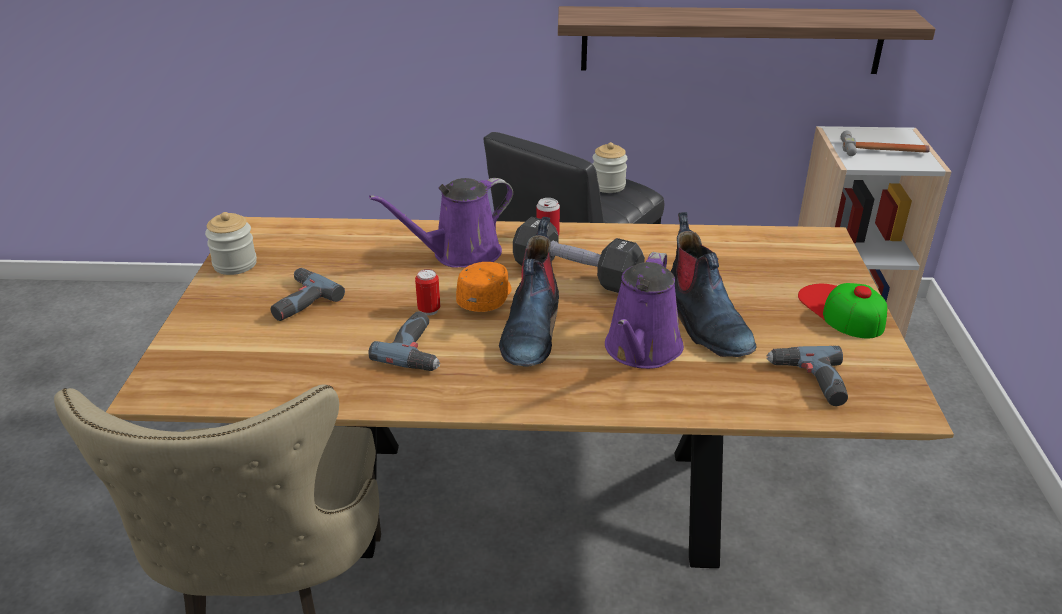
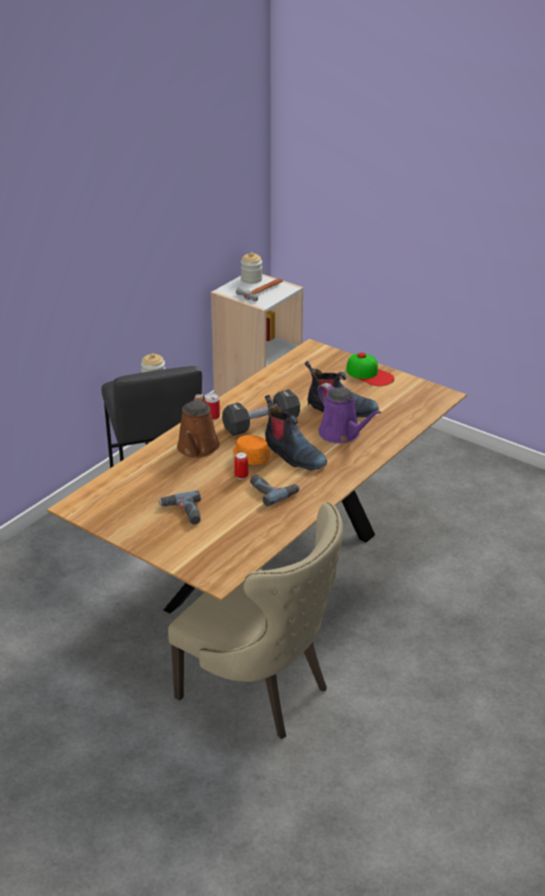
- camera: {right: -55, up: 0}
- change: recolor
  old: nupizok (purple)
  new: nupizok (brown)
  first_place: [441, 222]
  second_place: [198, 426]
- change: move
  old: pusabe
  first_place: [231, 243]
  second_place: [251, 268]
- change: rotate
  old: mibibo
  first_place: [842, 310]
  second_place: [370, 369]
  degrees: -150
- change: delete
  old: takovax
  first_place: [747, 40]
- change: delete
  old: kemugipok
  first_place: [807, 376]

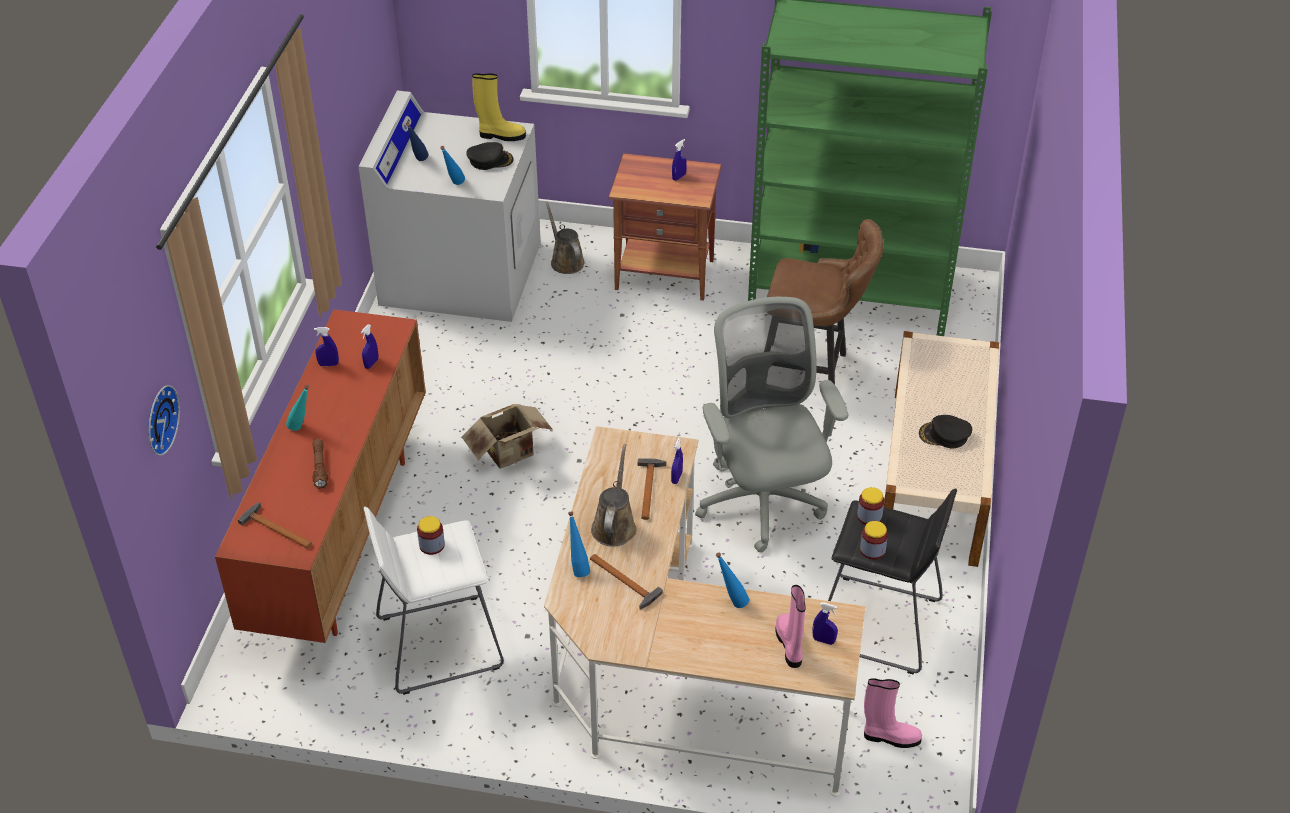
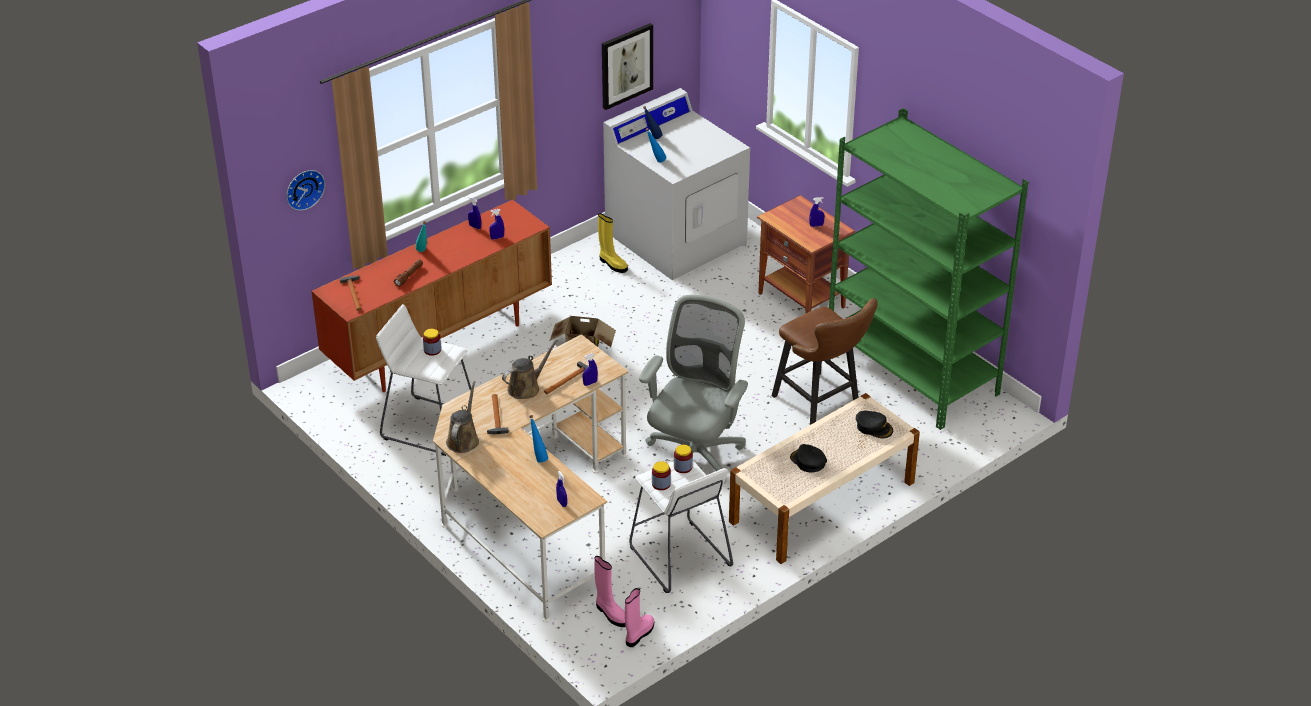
- camera: {right: 40, up: -5}
- change: move
  old: nupizok (brown)
  first_place: [565, 238]
  second_place: [462, 417]
- change: move
  old: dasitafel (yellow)
  first_place: [499, 107]
  second_place: [613, 243]
- change: insert
  new: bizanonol
  second_place: [627, 66]
- change: move
  old: dasitafel (pink)
  first_place: [790, 626]
  second_place: [639, 617]
- change: recolor
  old: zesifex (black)
  new: zesifex (white)
  first_place: [892, 581]
  second_place: [681, 526]
- change: move
  old: mibibo (black)
  first_place: [490, 156]
  second_place: [874, 424]
- change: delete
  old: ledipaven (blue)
  first_place: [579, 544]

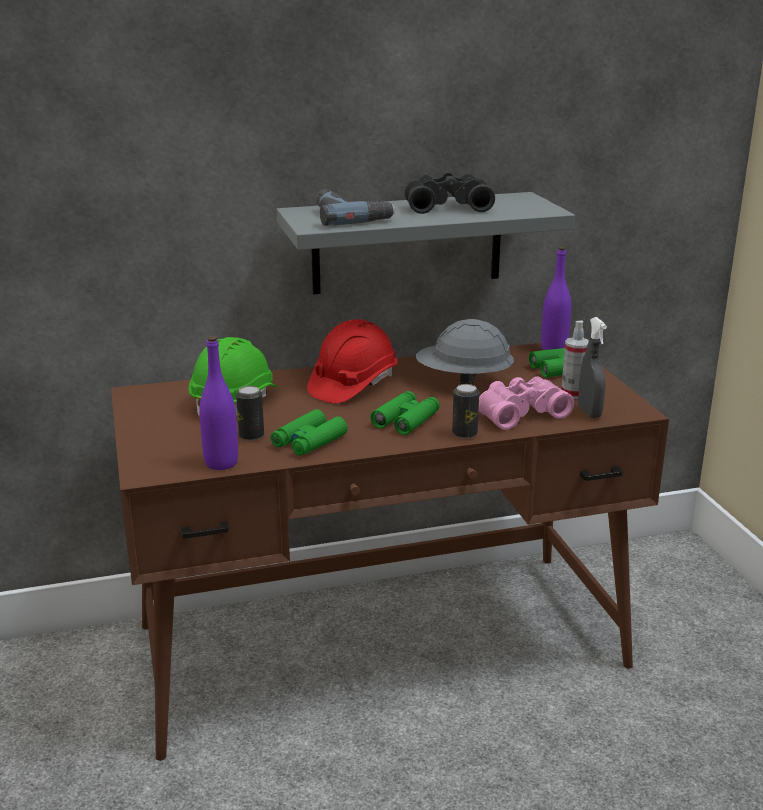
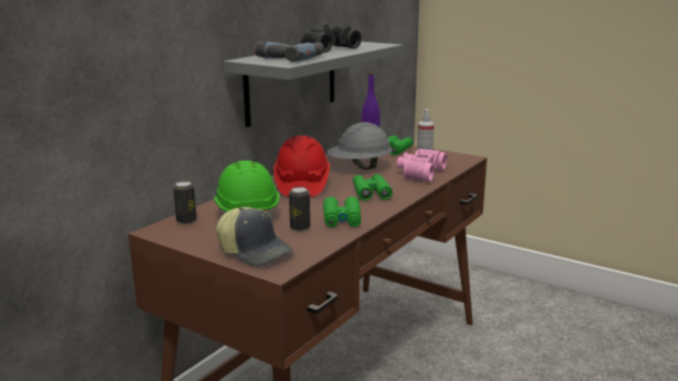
- camera: {right: -40, up: -5}
- change: move
  old: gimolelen
  first_place: [465, 411]
  second_place: [185, 202]
- change: insert
  new: mibibo
  second_place: [254, 237]
- change: delete
  old: ledipaven (purple)
  first_place: [218, 403]
- change: delete
  old: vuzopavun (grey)
  first_place: [592, 367]

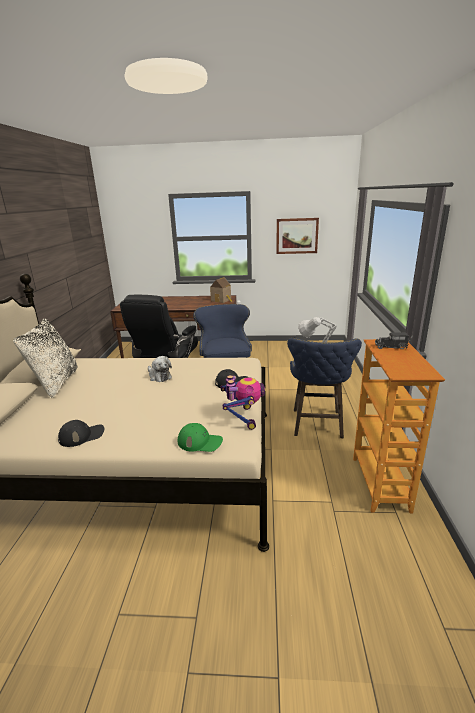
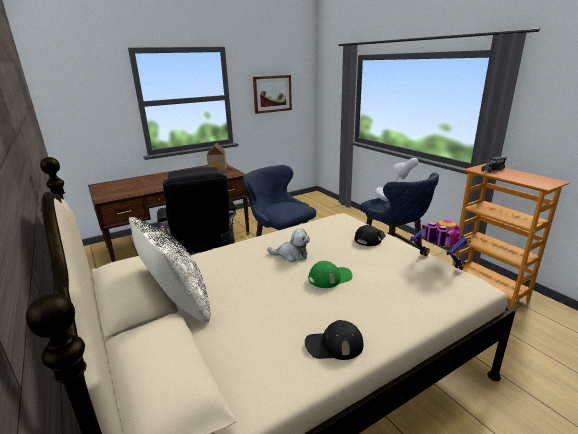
- camera: {right: -35, up: 0}
- change: rotate
  old: mibibo (black)
  first_place: [81, 433]
  second_place: [334, 340]
  degrees: -120
- change: move
  old: mibibo (green)
  first_place: [200, 437]
  second_place: [330, 274]

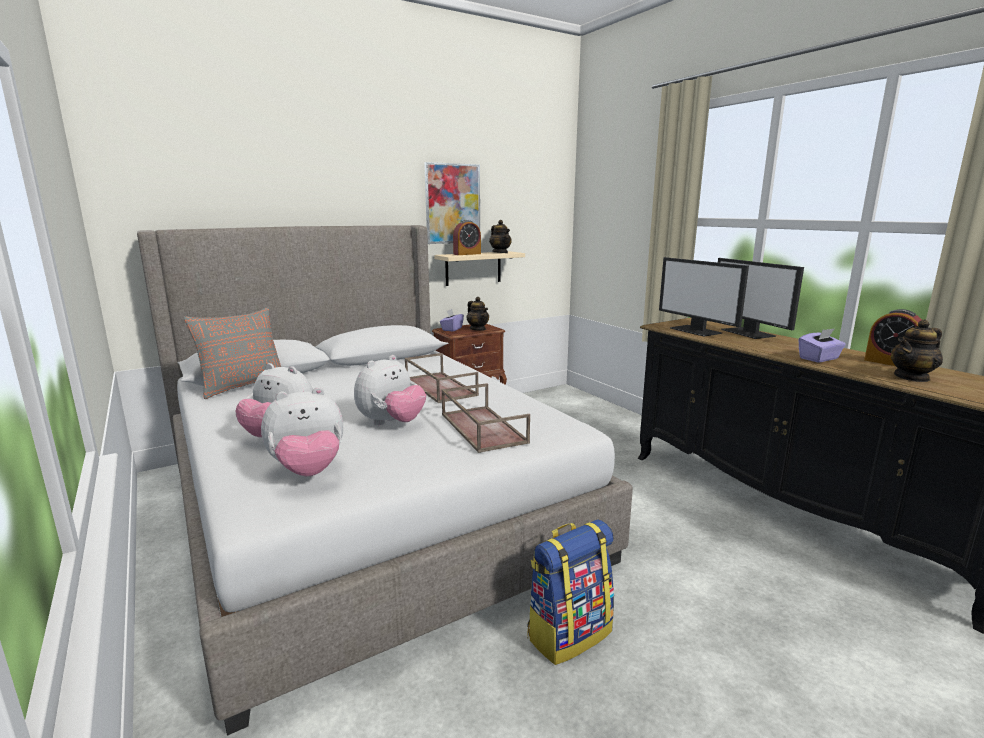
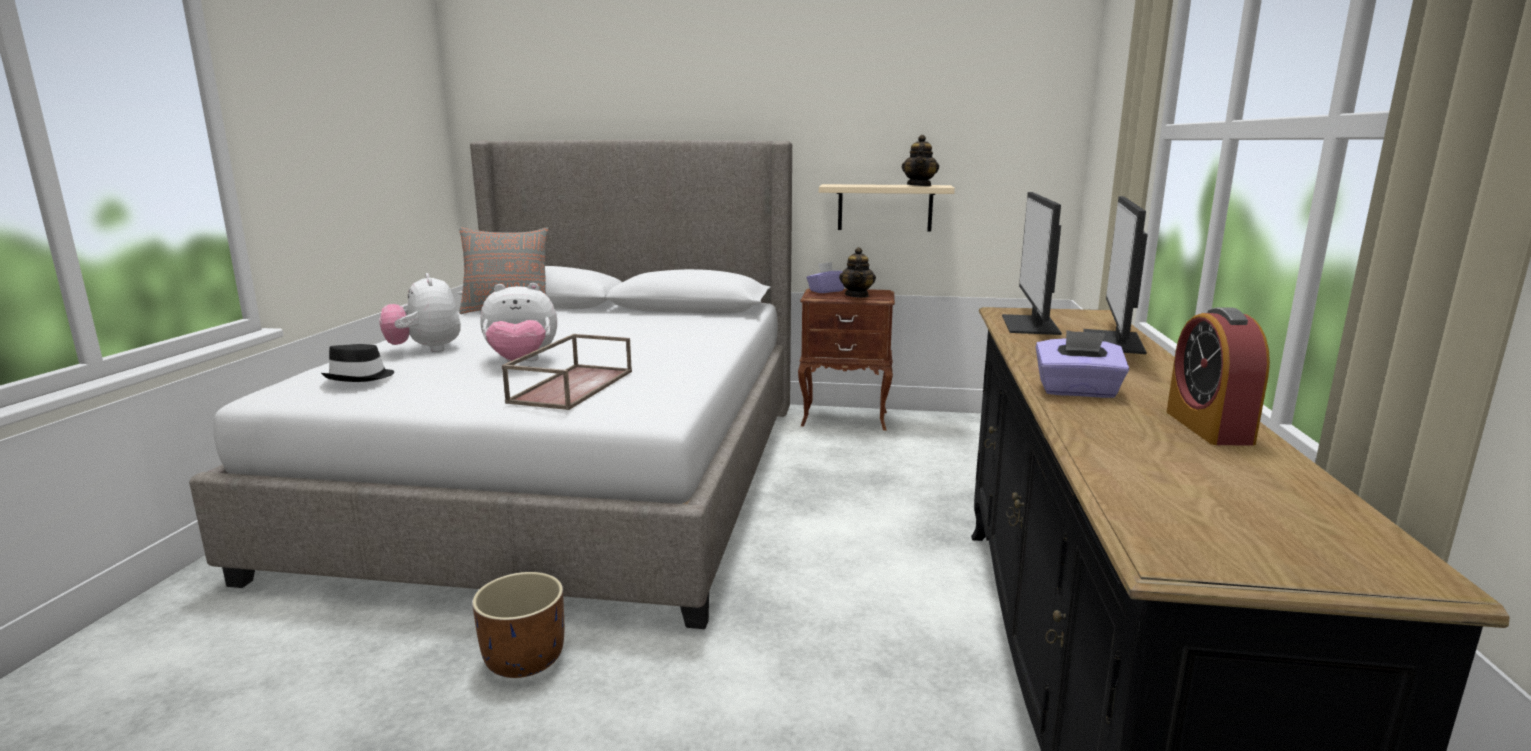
- camera: {right: 40, up: 0}
- change: replace
  old: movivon
  new: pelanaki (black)
  first_place: [302, 431]
  second_place: [357, 363]
- change: replace
  old: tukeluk
  new: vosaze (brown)
  first_place: [570, 592]
  second_place: [518, 625]
- change: delete
  old: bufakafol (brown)
  first_place: [442, 378]
- change: delete
  old: bizanonol
  first_place: [452, 203]
- change: delete
  old: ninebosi
  first_place: [467, 237]
- change: delete
  old: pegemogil
  first_place: [917, 350]

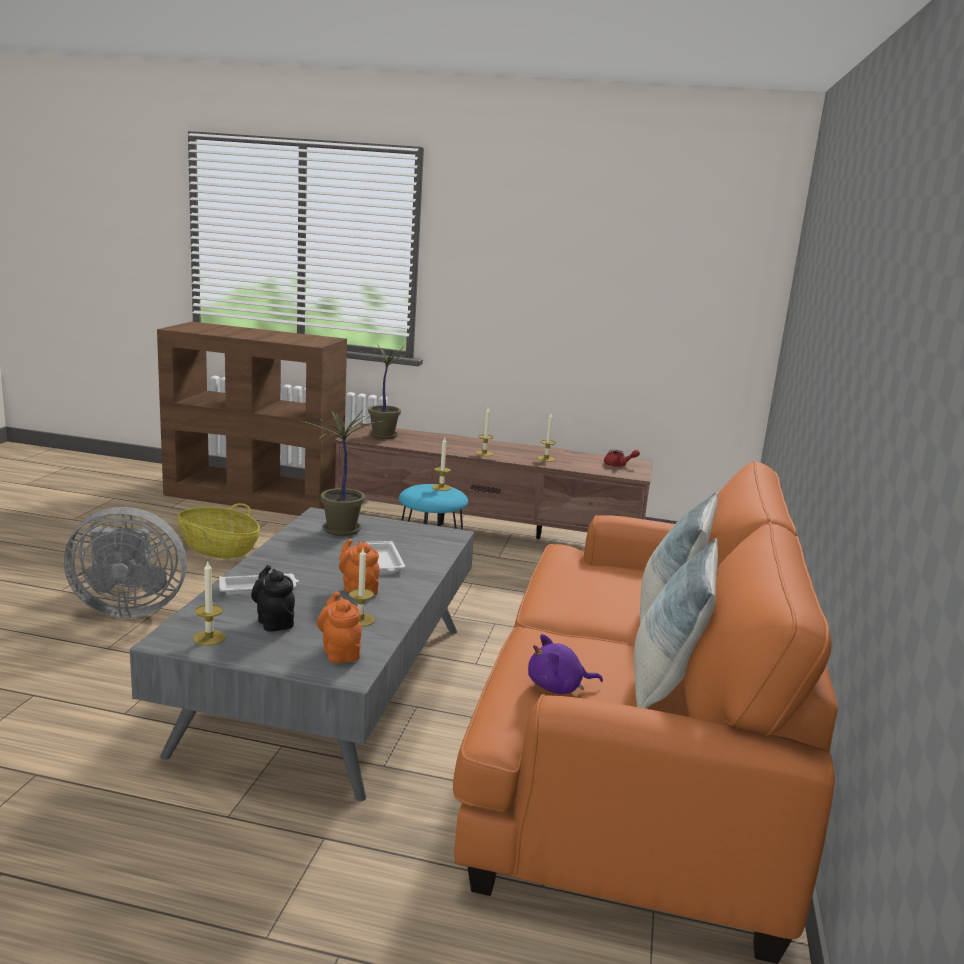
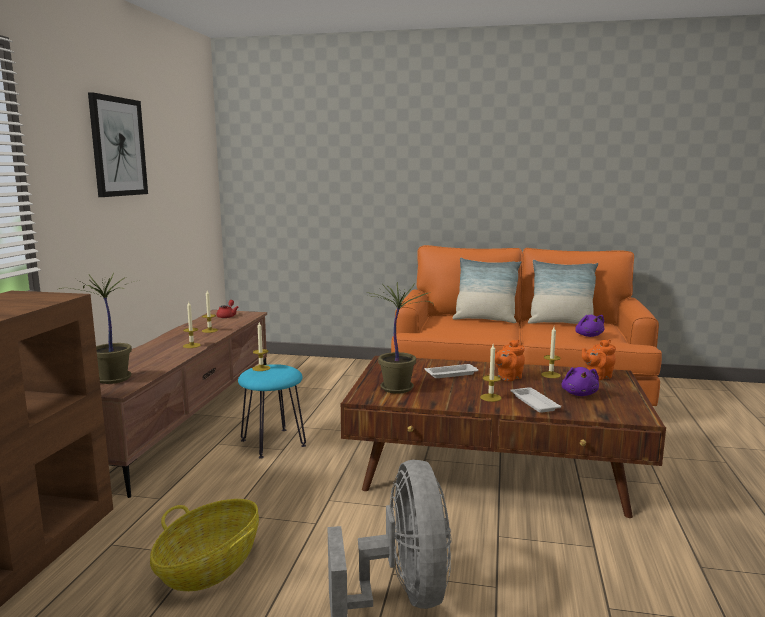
- camera: {right: -90, up: -5}
- change: insert
  new: bizanonol
  second_place: [118, 144]
- change: recolor
  old: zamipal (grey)
  new: zamipal (brown)
  first_place: [302, 654]
  second_place: [503, 437]
- change: move
  old: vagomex
  first_place: [209, 604]
  second_place: [491, 373]
- change: replace
  old: pegemogil (black)
  new: movivon (purple)
  first_place: [273, 598]
  second_place: [580, 381]

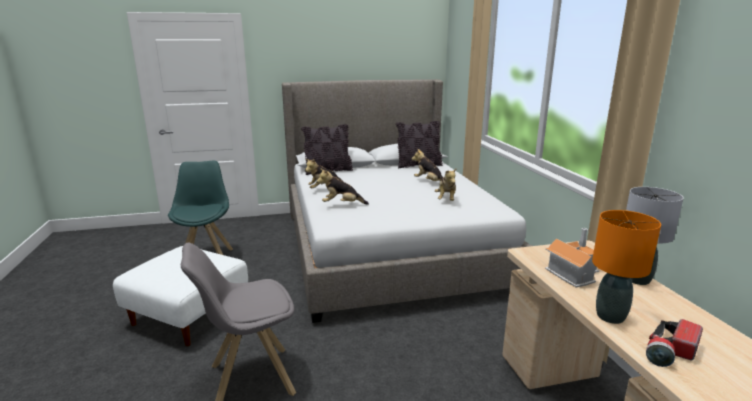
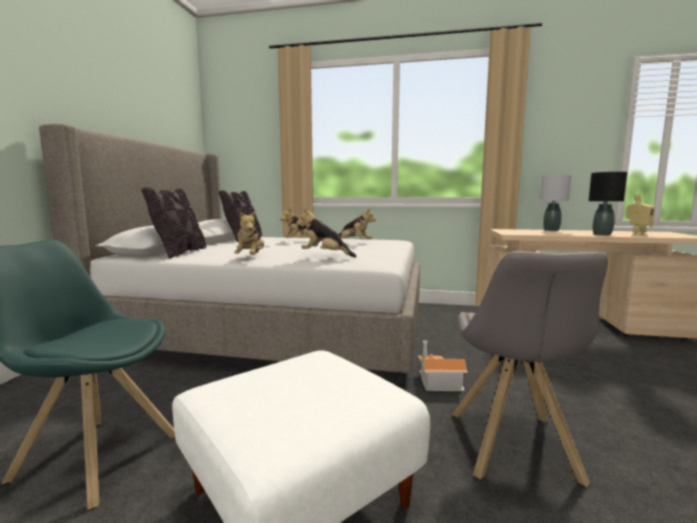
- camera: {right: -65, up: -10}
- change: rotate
  old: movivon
  first_place: [343, 186]
  second_place: [326, 233]
  degrees: 90
- change: move
  old: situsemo
  first_place: [572, 258]
  second_place: [443, 366]
- change: recolor
  old: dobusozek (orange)
  new: dobusozek (black)
  first_place: [626, 267]
  second_place: [608, 204]
- change: replace
  old: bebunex
  new: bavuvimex
  first_place: [674, 343]
  second_place: [640, 215]

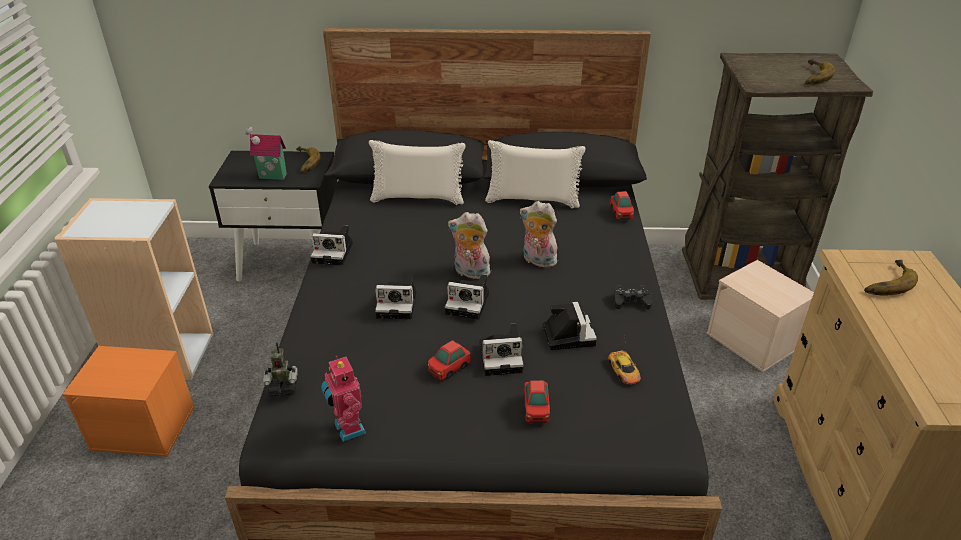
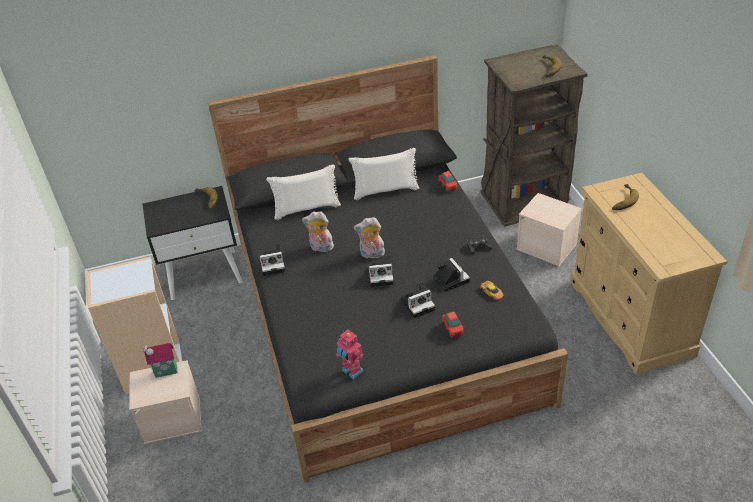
- camera: {right: -15, up: 5}
- change: recolor
  old: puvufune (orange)
  new: puvufune (beige)
  first_place: [128, 401]
  second_place: [165, 402]
- change: move
  old: situsemo
  first_place: [266, 153]
  second_place: [158, 360]
- change: move
  old: movivon
  first_place: [538, 235]
  second_place: [318, 232]
- change: delete
  old: bavuvimex
  first_place: [280, 369]
- change: delete
  old: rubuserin
  first_place: [396, 296]
- change: delete
  old: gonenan
  first_place: [449, 360]

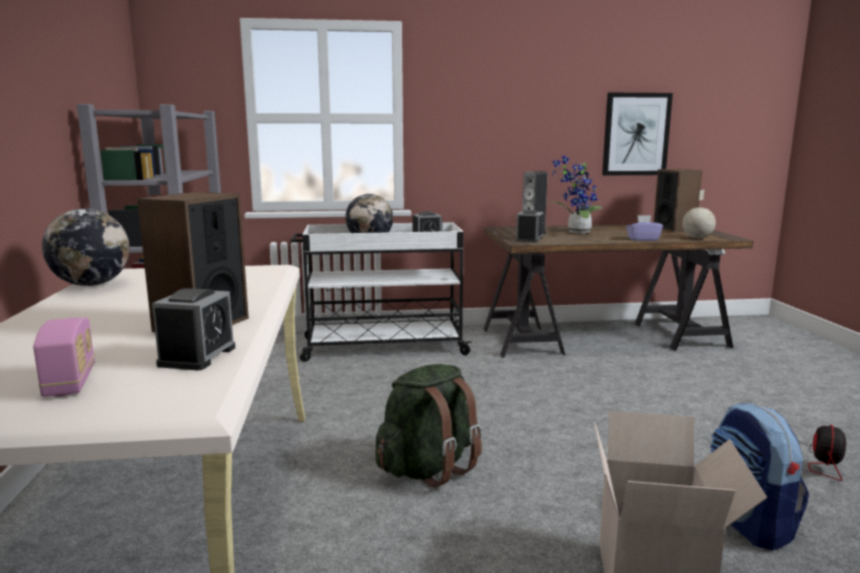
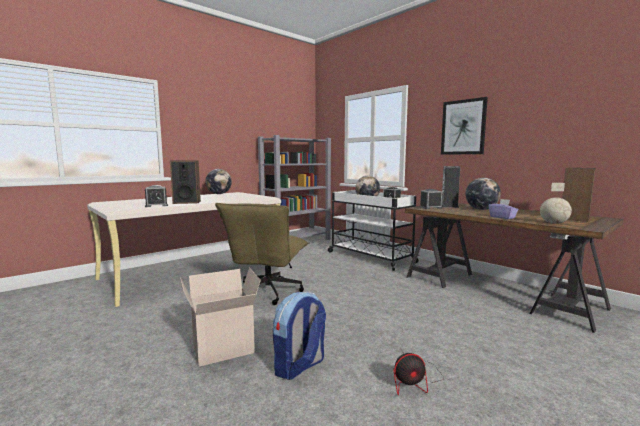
- camera: {right: 55, up: -5}
- change: replace
  old: tukeluk (green)
  new: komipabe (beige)
  first_place: [428, 426]
  second_place: [262, 254]
- change: move
  old: bizanonol
  first_place: [637, 134]
  second_place: [464, 126]
- change: replace
  old: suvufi
  new: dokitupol
  first_place: [575, 194]
  second_place: [483, 194]
- change: delete
  old: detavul
  first_place: [64, 357]

